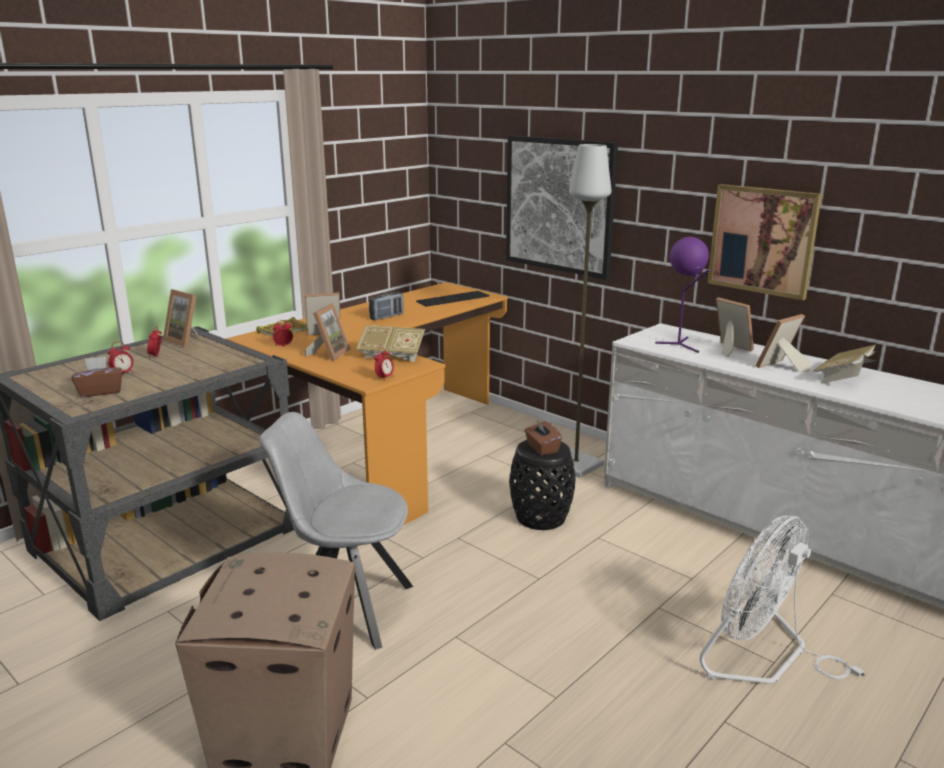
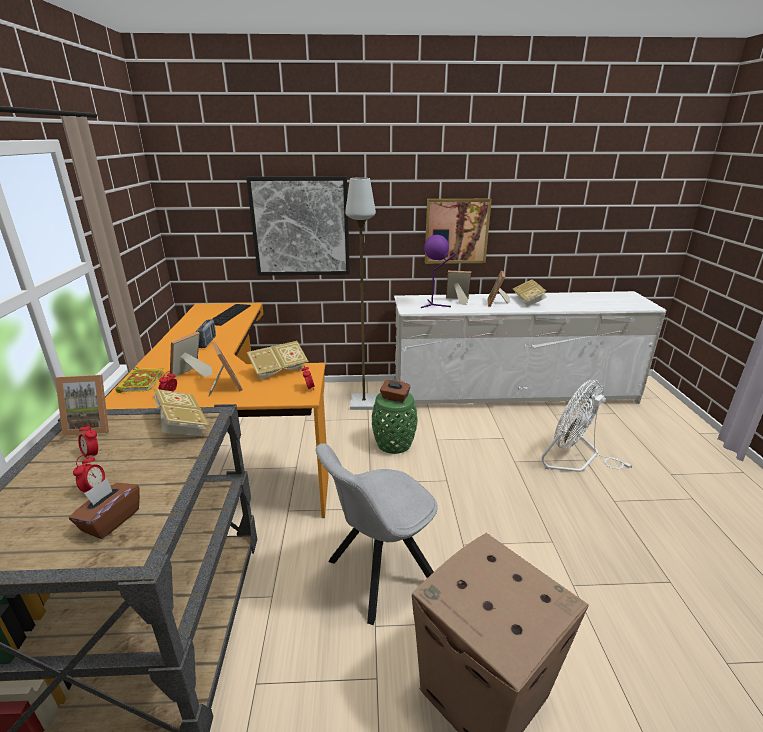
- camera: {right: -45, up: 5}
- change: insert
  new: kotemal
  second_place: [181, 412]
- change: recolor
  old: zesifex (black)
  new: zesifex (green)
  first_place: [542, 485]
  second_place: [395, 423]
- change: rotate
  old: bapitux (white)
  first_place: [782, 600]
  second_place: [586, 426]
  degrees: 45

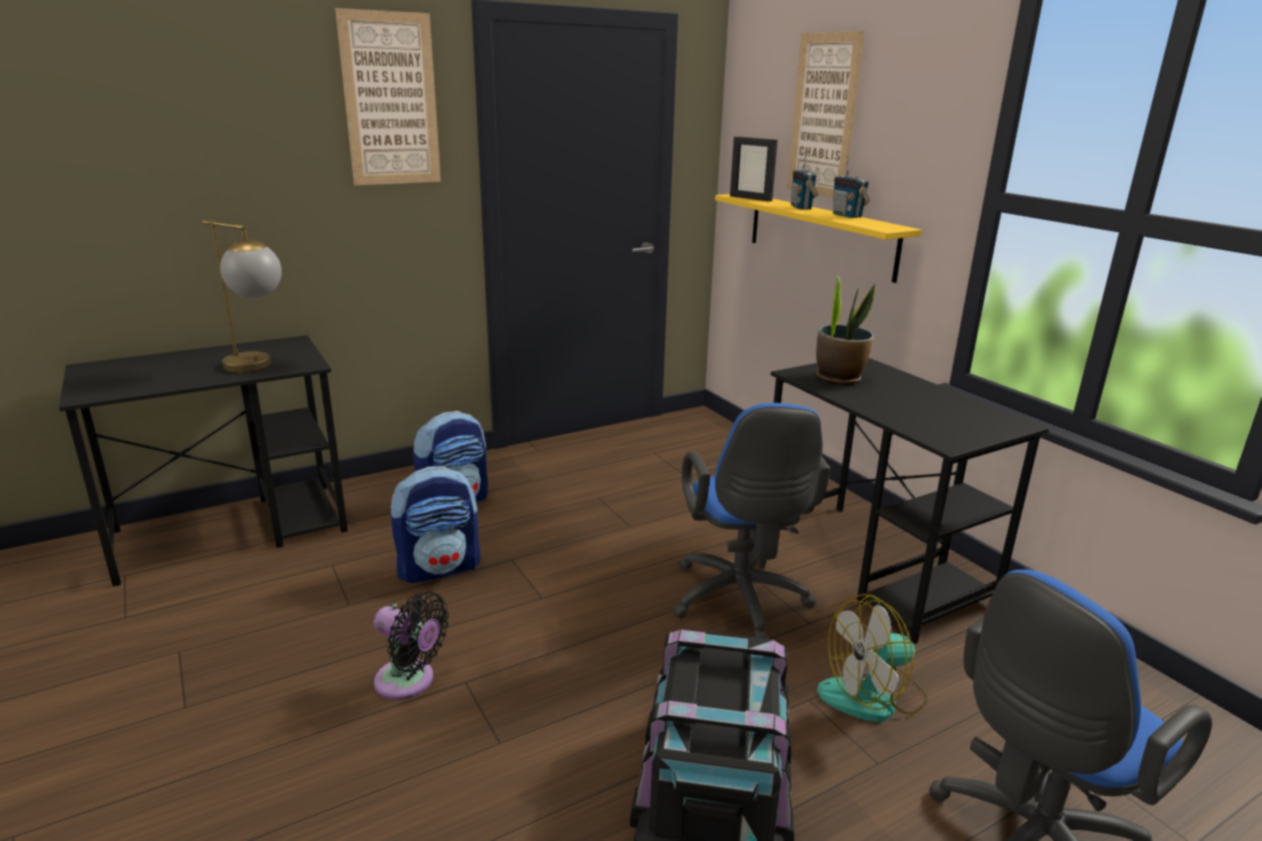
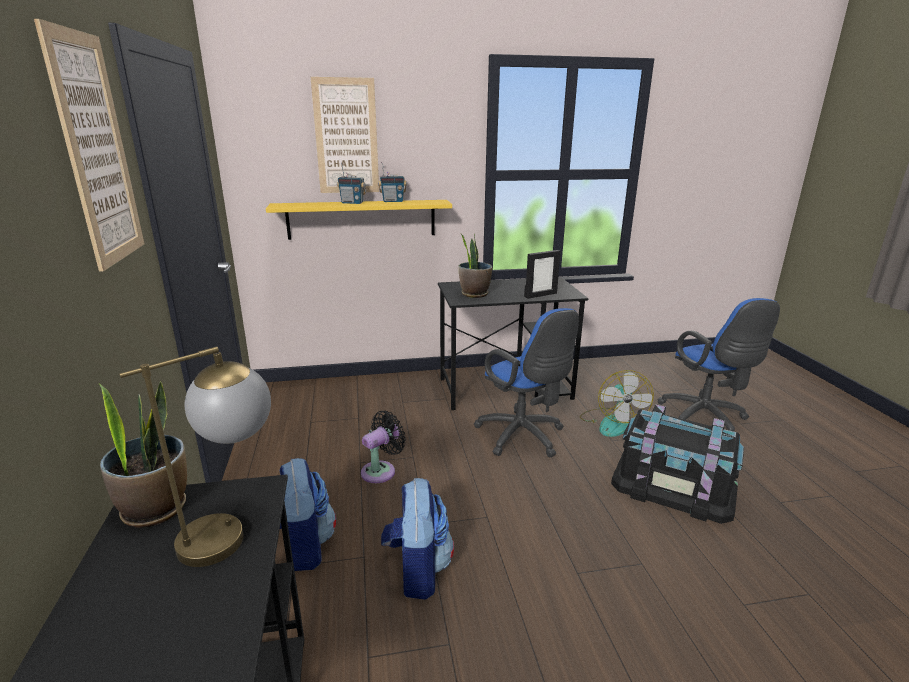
- camera: {right: -70, up: 0}
- change: insert
  new: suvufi
  second_place: [143, 454]
- change: move
  old: bapitux (black)
  first_place: [411, 646]
  second_place: [383, 447]
- change: rotate
  old: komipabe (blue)
  first_place: [751, 521]
  second_place: [526, 382]
  degrees: 45
- change: move
  old: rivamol
  first_place: [754, 169]
  second_place: [542, 274]

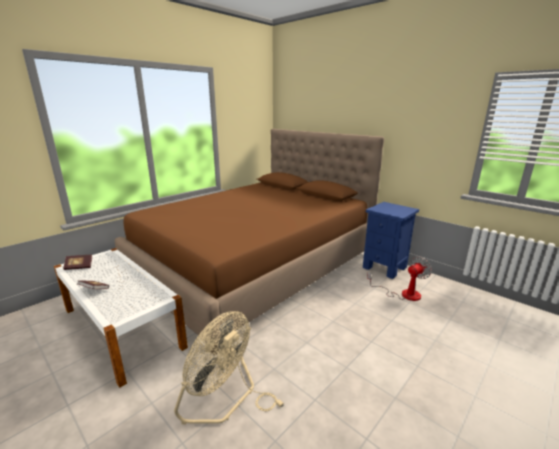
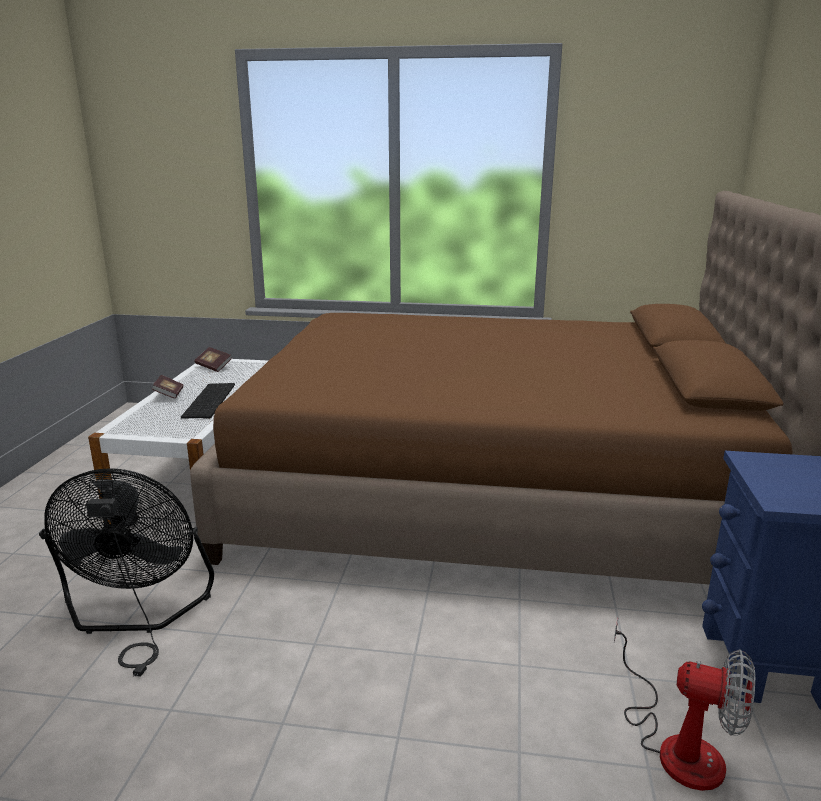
- camera: {right: 55, up: 0}
- change: recolor
  old: bapitux (beige)
  new: bapitux (black)
  first_place: [229, 368]
  second_place: [126, 573]
- change: insert
  new: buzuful
  second_place: [208, 401]

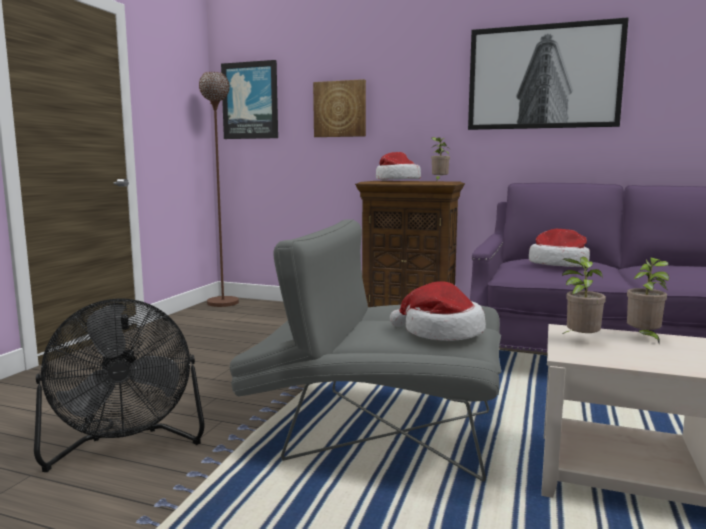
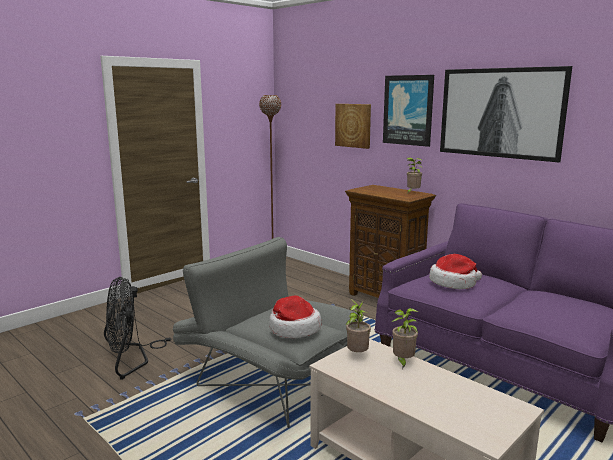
- camera: {right: 25, up: 5}
- change: rotate
  old: bapitux (black)
  first_place: [119, 385]
  second_place: [138, 328]
  degrees: 60
- change: move
  old: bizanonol
  first_place: [249, 99]
  second_place: [408, 111]
- change: delete
  old: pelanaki
  first_place: [398, 166]

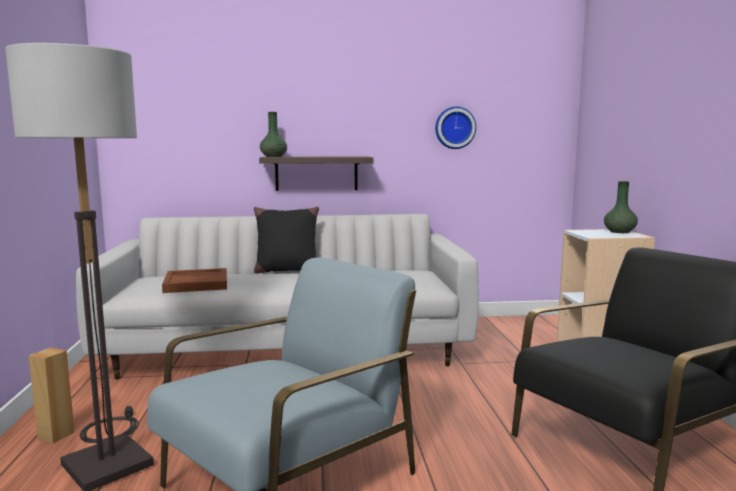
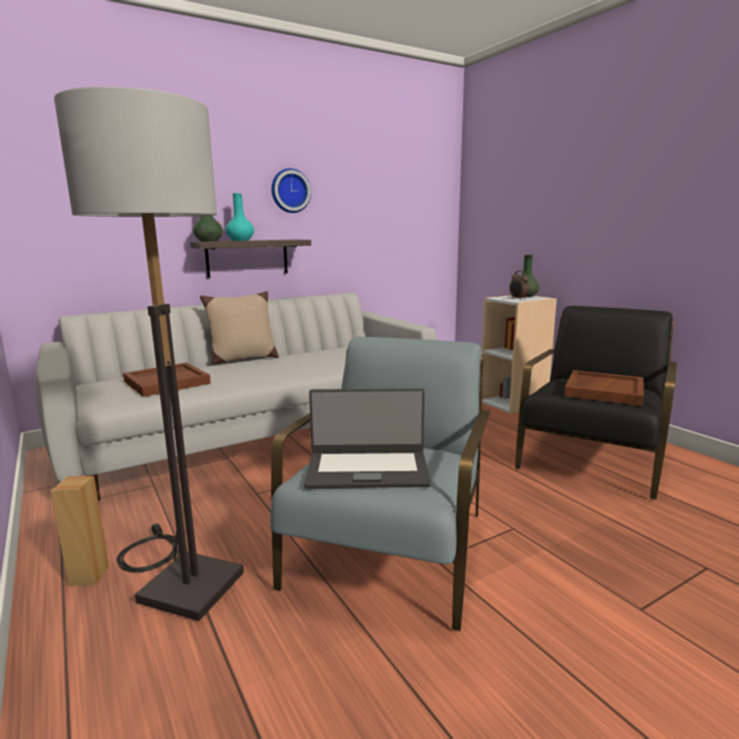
- camera: {right: -25, up: 5}
- change: recolor
  old: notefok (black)
  new: notefok (beige)
  first_place: [286, 240]
  second_place: [239, 327]
- change: insert
  new: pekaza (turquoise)
  second_place: [240, 217]
- change: move
  old: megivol
  first_place: [455, 127]
  second_place: [291, 190]
- change: insert
  new: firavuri
  second_place: [367, 438]
- change: insert
  new: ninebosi
  second_place: [519, 285]
- change: insert
  new: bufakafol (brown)
  second_place: [604, 388]

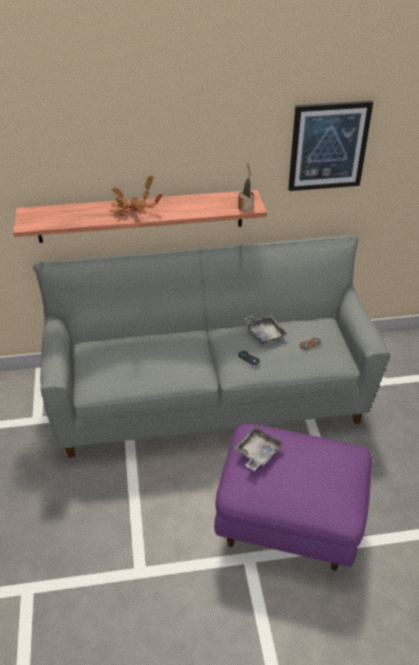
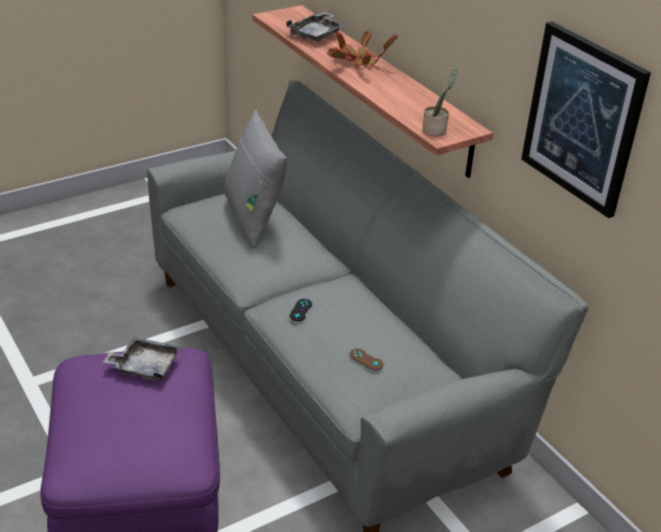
- camera: {right: 65, up: -5}
- change: insert
  new: notefok (grey)
  second_place: [255, 179]
- change: move
  old: bufakafol (grey)
  first_place: [265, 330]
  second_place: [316, 27]

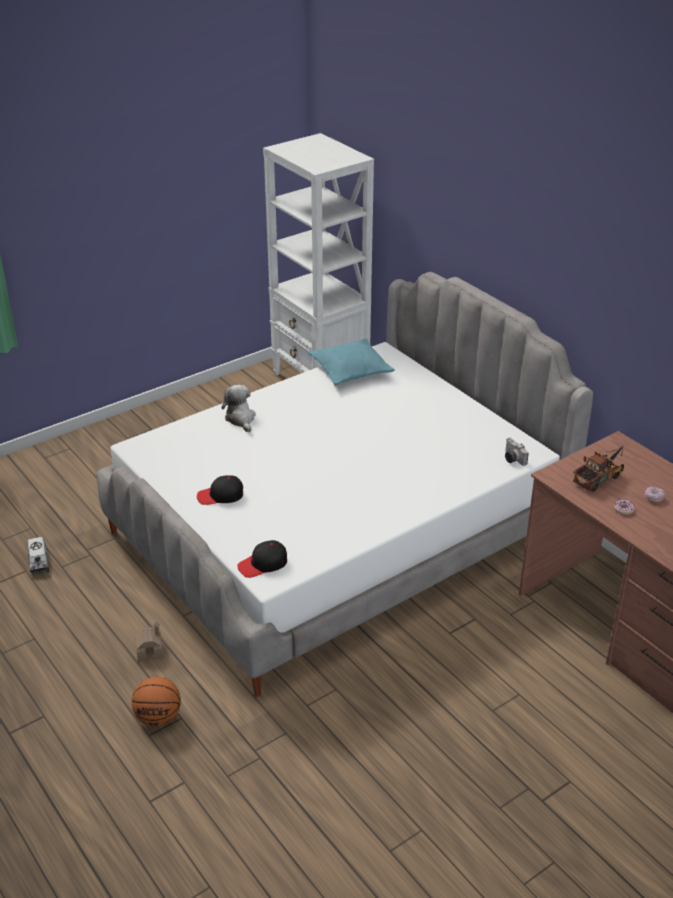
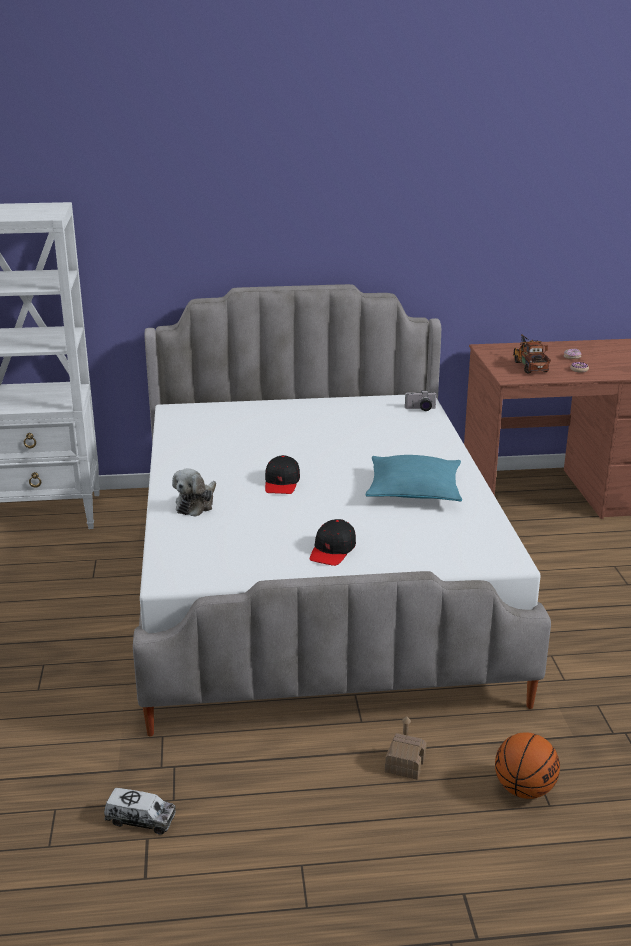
- camera: {right: -60, up: -10}
- change: rotate
  old: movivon
  first_place: [238, 408]
  second_place: [194, 493]
  degrees: -75
- change: move
  old: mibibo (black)
  first_place: [262, 559]
  second_place: [282, 474]
- change: move
  old: notefok (turquoise)
  first_place: [351, 361]
  second_place: [413, 478]

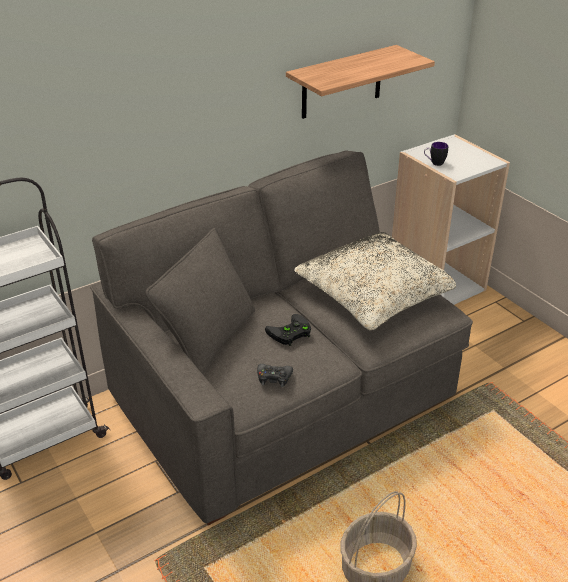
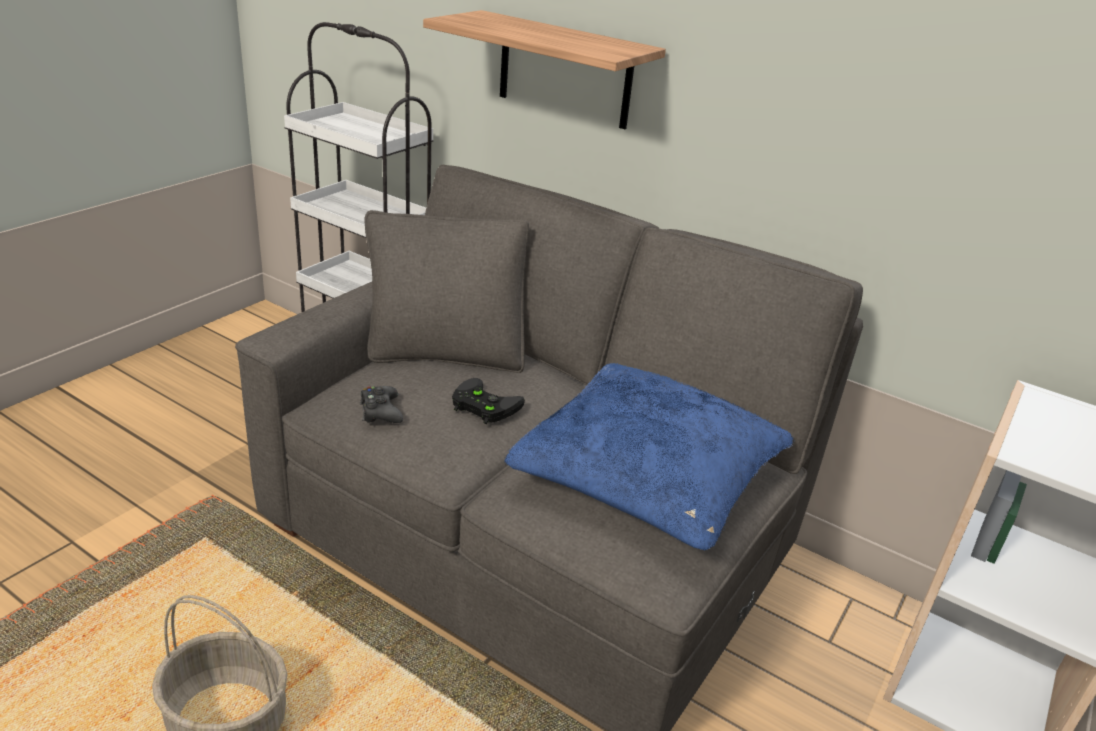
- camera: {right: 65, up: -5}
- change: move
  old: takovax
  first_place: [360, 82]
  second_place: [544, 69]
- change: recolor
  old: notefok (beige)
  new: notefok (blue)
  first_place: [375, 281]
  second_place: [648, 456]
- change: delete
  old: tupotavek
  first_place: [436, 154]

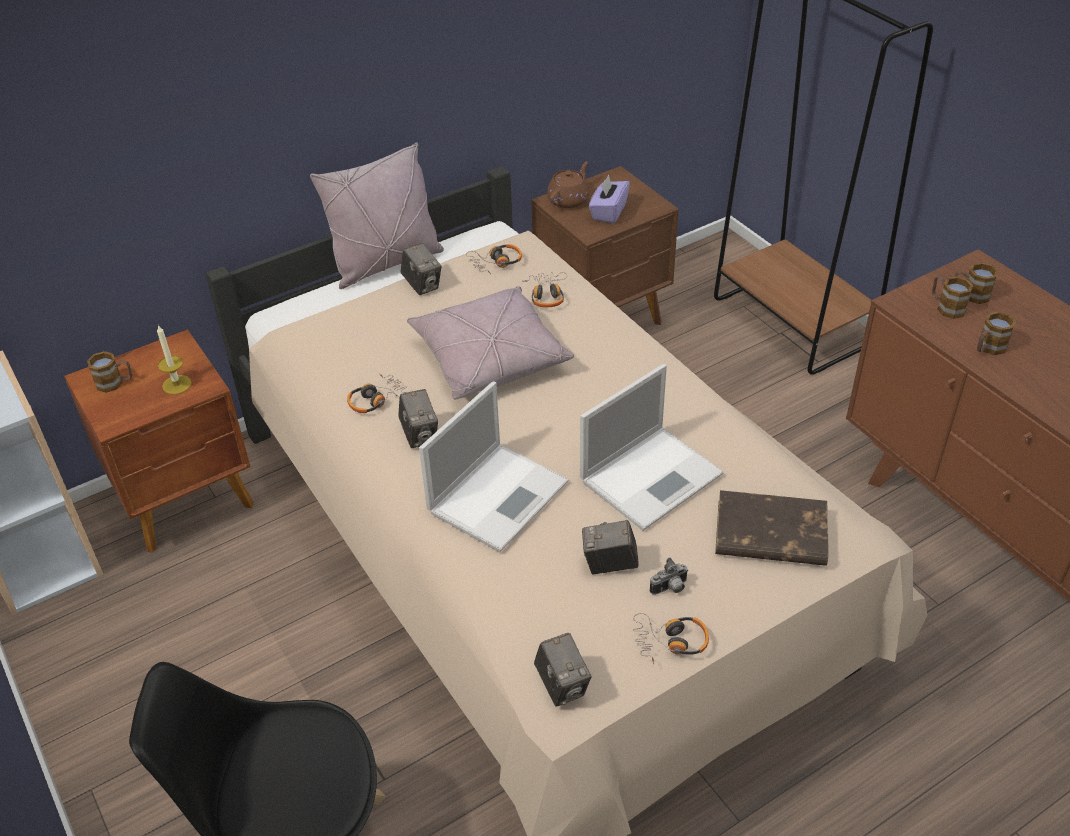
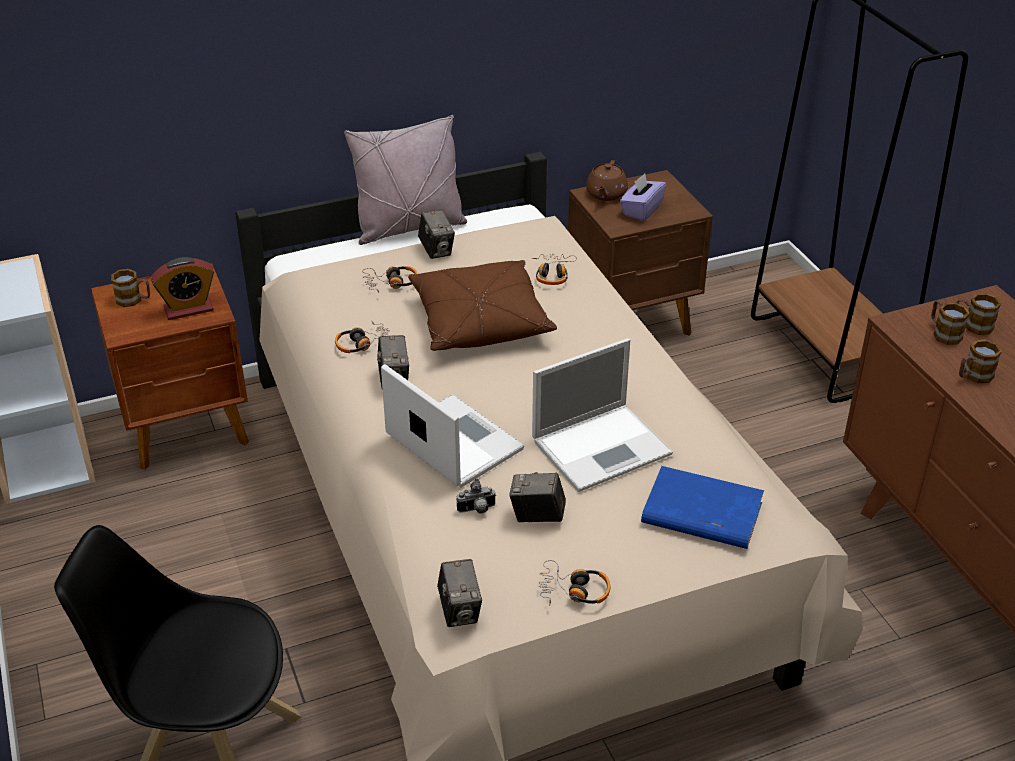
- camera: {right: 10, up: -5}
- change: replace
  old: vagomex
  new: ninebosi
  first_place: [174, 359]
  second_place: [182, 288]
- change: move
  old: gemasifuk
  first_place: [494, 259]
  second_place: [390, 279]
- change: rotate
  old: firavuri
  first_place: [494, 467]
  second_place: [452, 426]
  degrees: -90
- change: recolor
  old: notefok (purple)
  new: notefok (brown)
  first_place: [490, 342]
  second_place: [482, 305]
- change: move
  old: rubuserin
  first_place: [669, 576]
  second_place: [476, 496]
- change: rotate
  old: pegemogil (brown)
  first_place: [568, 184]
  second_place: [607, 180]
  degrees: 150
- change: recolor
  old: kotemal (brown)
  new: kotemal (blue)
  first_place: [772, 528]
  second_place: [702, 507]

